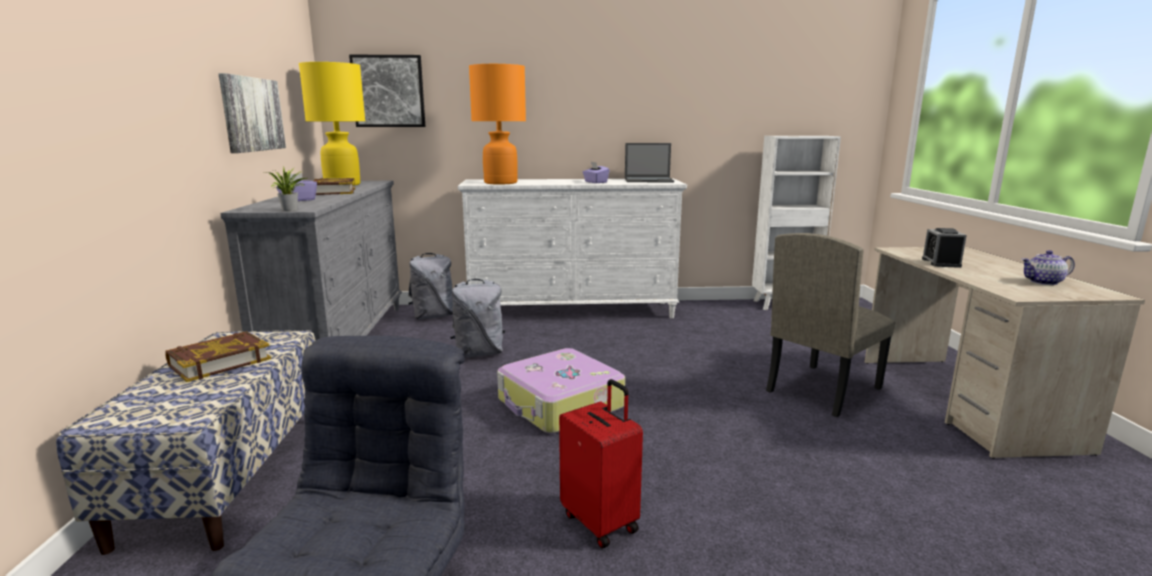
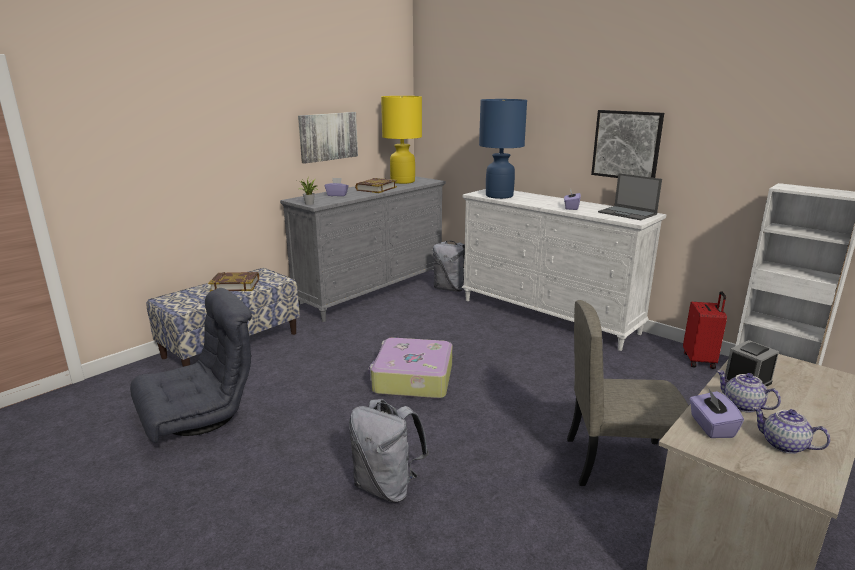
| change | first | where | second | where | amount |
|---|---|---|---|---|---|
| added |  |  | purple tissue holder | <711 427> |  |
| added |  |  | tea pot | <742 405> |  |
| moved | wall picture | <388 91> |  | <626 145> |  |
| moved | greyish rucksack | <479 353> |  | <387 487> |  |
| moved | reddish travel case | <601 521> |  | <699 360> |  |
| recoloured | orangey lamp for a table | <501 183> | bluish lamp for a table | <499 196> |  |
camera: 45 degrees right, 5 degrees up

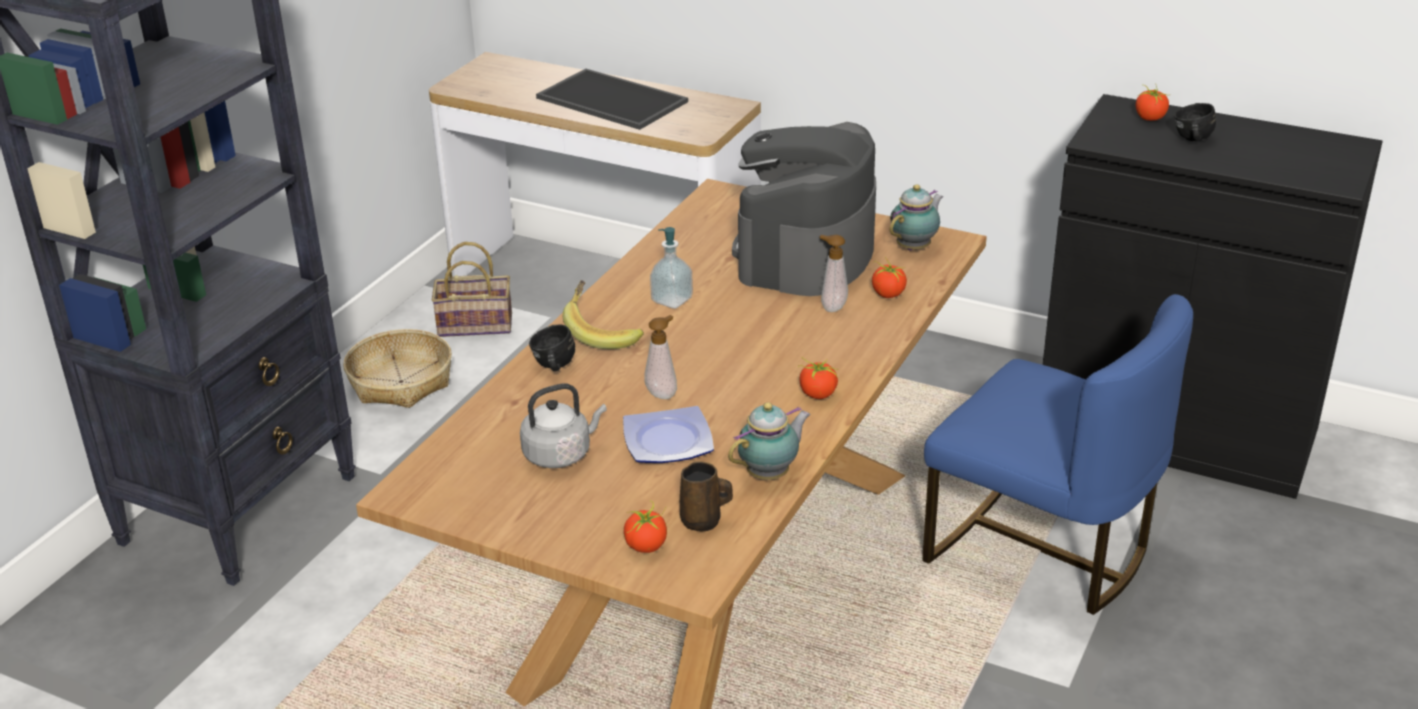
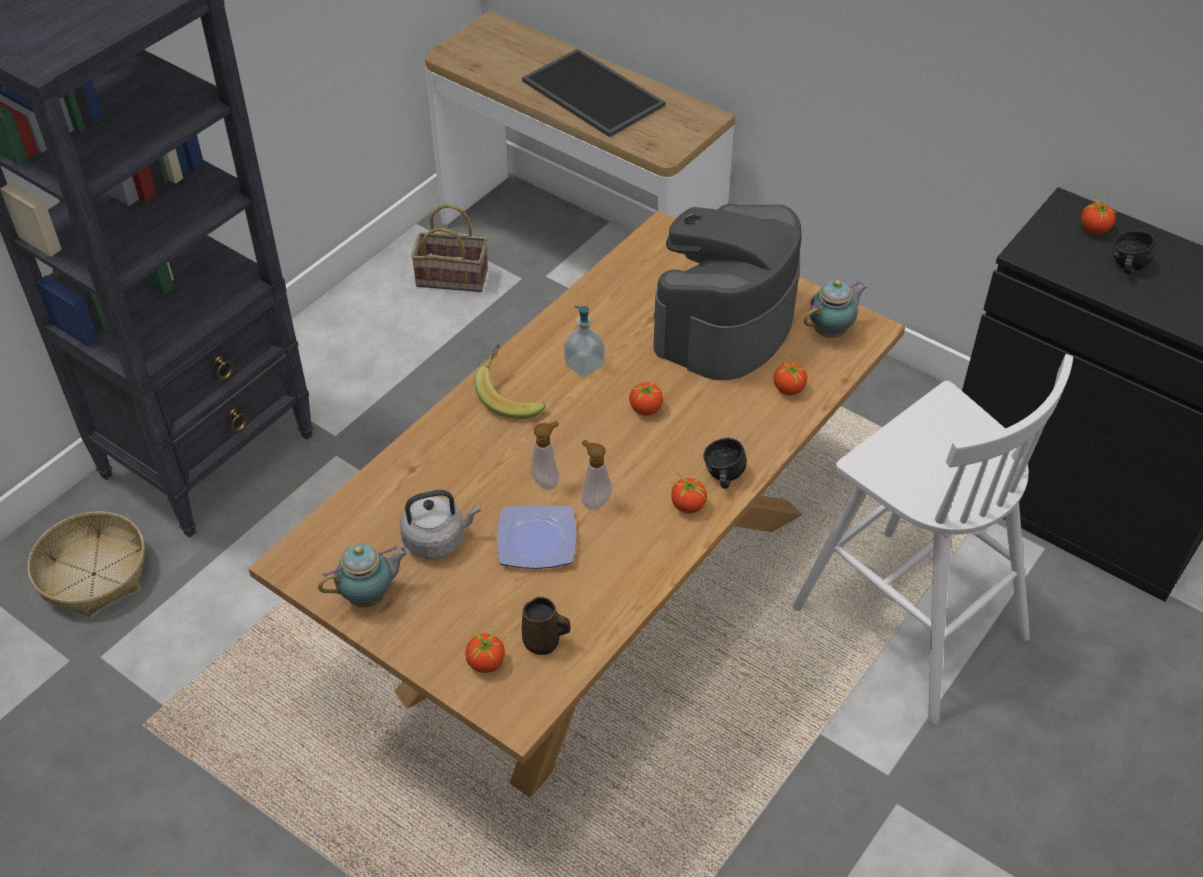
| change | first | where | second | where | amount |
|---|---|---|---|---|---|
| added |  |  | fresh tomato | <646 409> |  |
| moved | storage basket | <400 381> |  | <94 573> |  |
| moved | black coffee mug | <552 367> |  | <722 477> |  |
| moved | tea pot | <770 474> |  | <370 596> |  |
| moved | soap bottle | <831 307> |  | <594 500> |  |
| replaced | bluish upright chair | <1041 550> | whitish stool | <905 620> |  |
camera: 10 degrees right, 15 degrees up

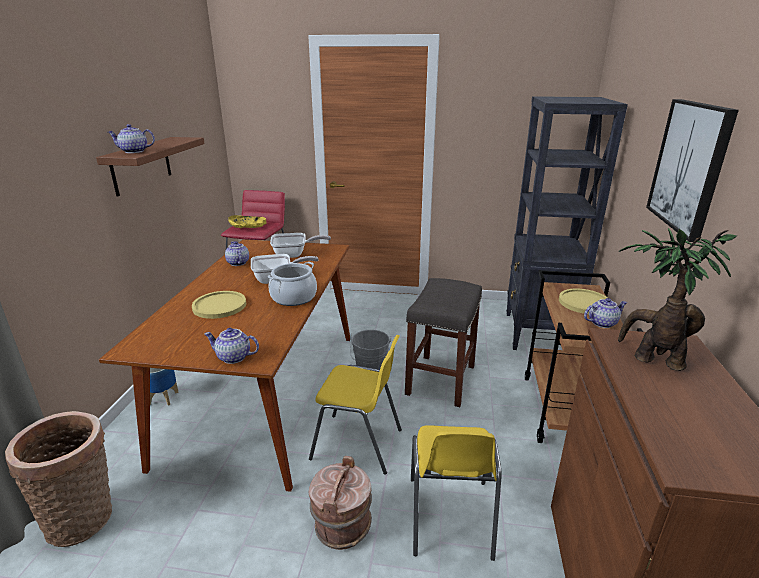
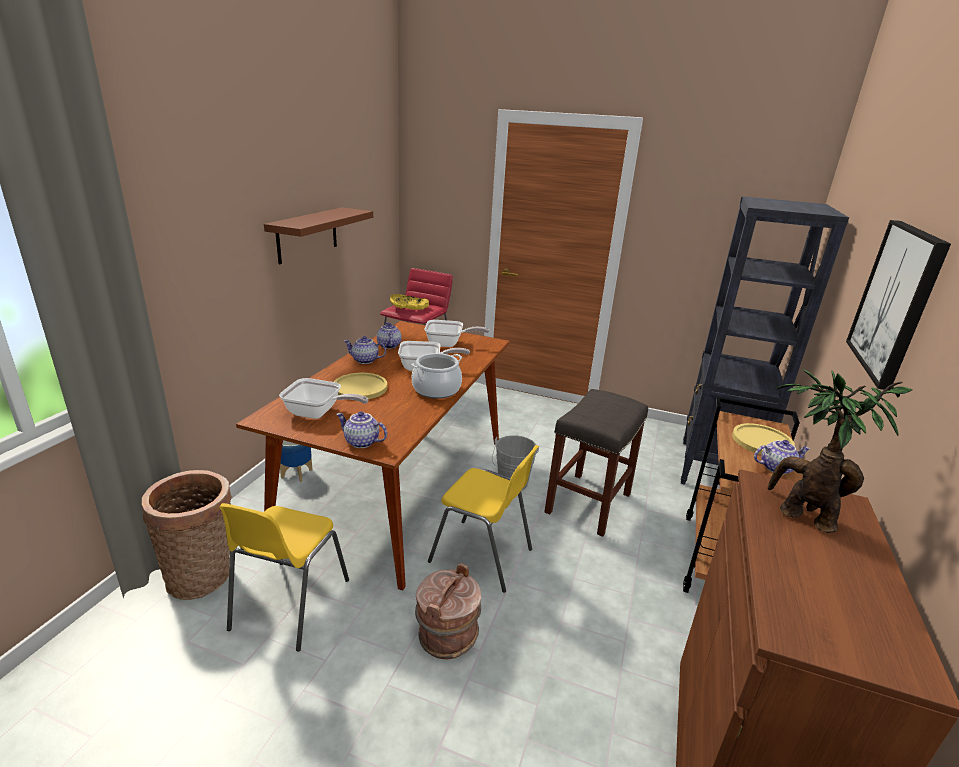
| change | first | where | second | where | amount |
|---|---|---|---|---|---|
| added |  |  | skillet | <318 413> |  |
| moved | tea pot | <134 151> |  | <364 360> |  |
| moved | yellow-coloured upright chair | <449 517> |  | <289 604> |  |
camera: 10 degrees right, 0 degrees up

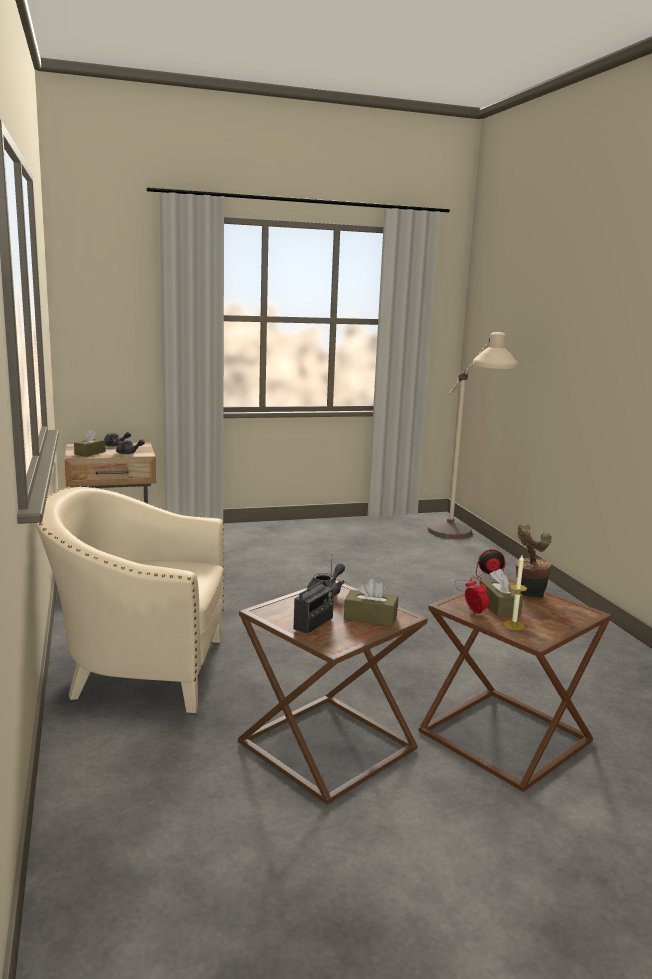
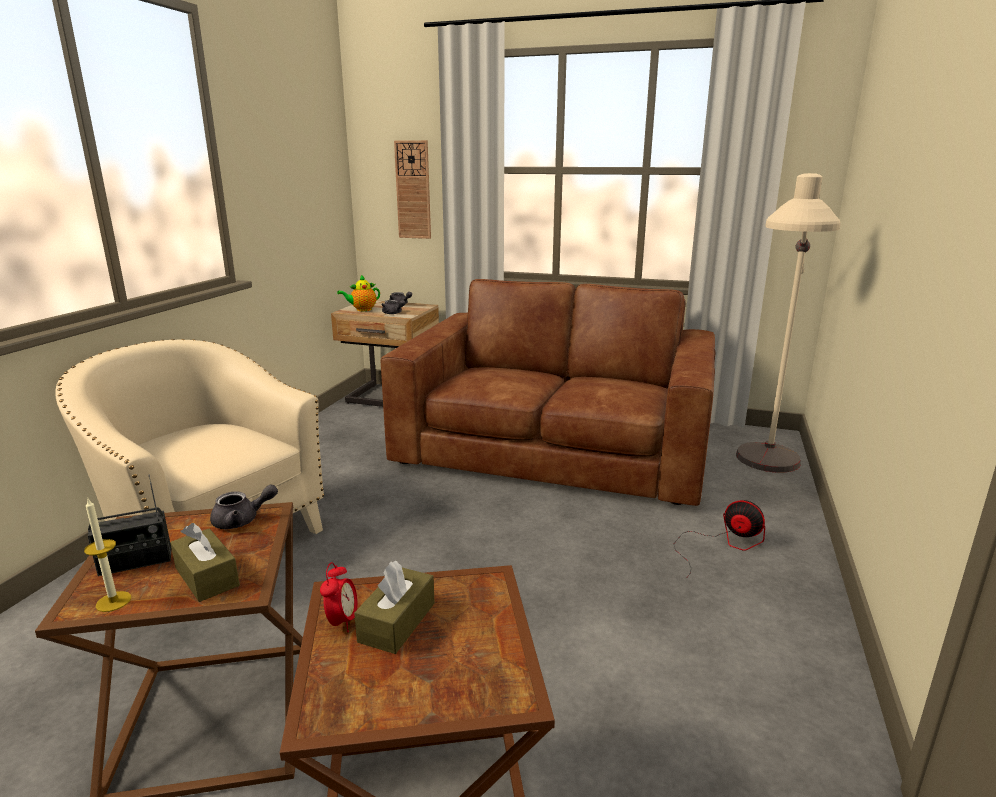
| change | first | where | second | where | amount |
|---|---|---|---|---|---|
| removed | plant in a pot | <528 594> |  |  |  |
| added |  |  | brown sofa | <556 448> |  |
| added |  |  | hanging clock | <413 190> |  |
| moved | candle | <514 625> |  | <113 601> |  |
| replaced | brown tissue holder | <90 453> | tea pot | <362 310> |  |
camera: 35 degrees right, 5 degrees up

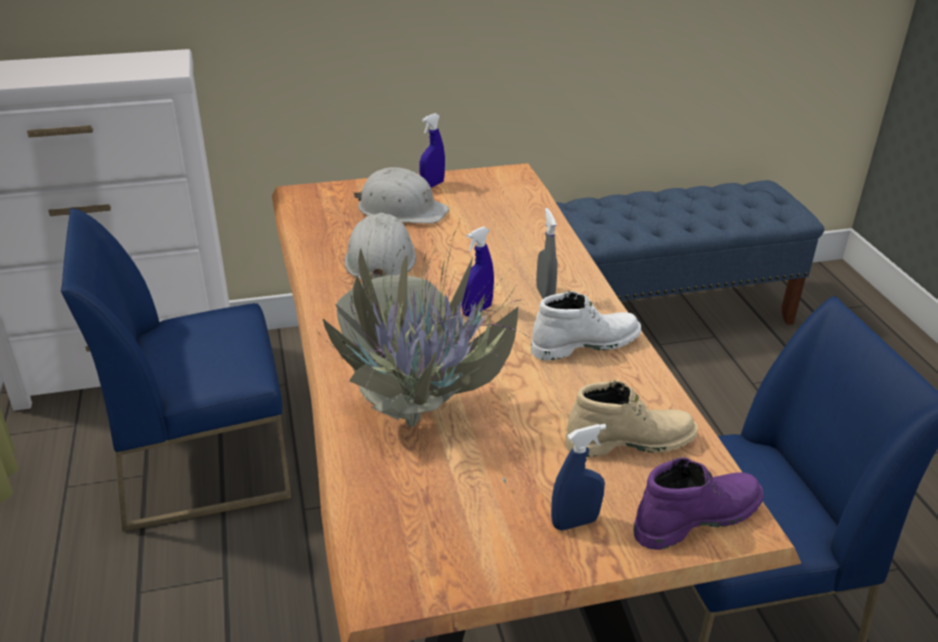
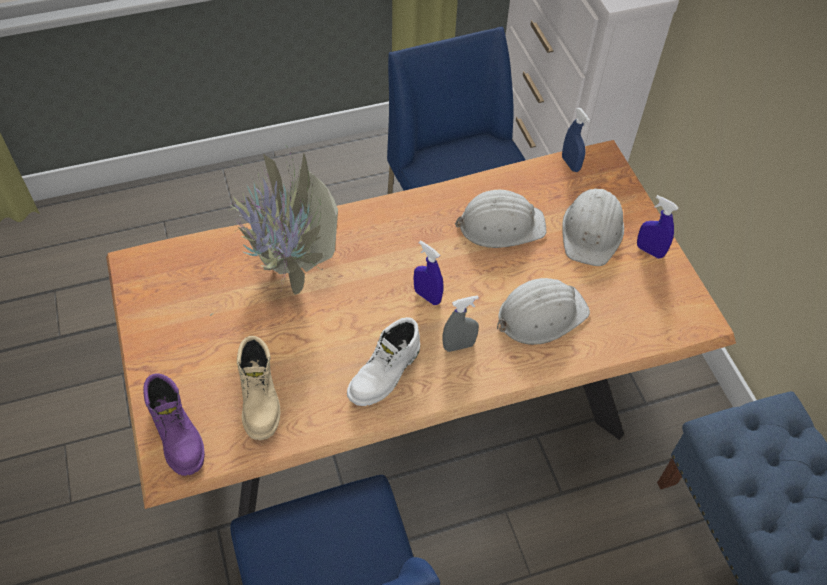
| change | first | where | second | where | amount |
|---|---|---|---|---|---|
| added |  |  | whitish hard hat | <540 314> |  |
| moved | bluish sprayer | <575 522> |  | <570 164> |  |
| turned | whitish tall boot | <584 343> |  | <386 374> | 60 degrees clockwise |
camera: 85 degrees right, 20 degrees up

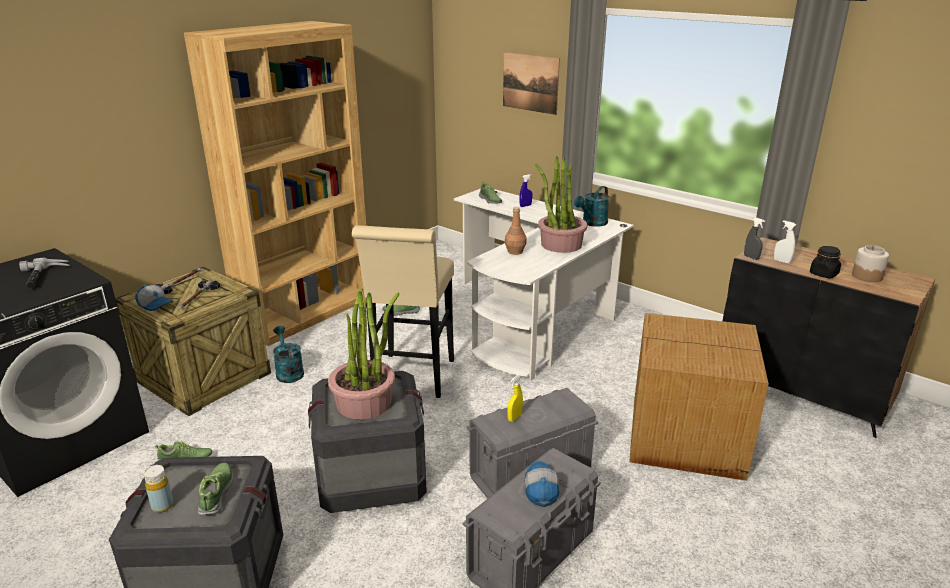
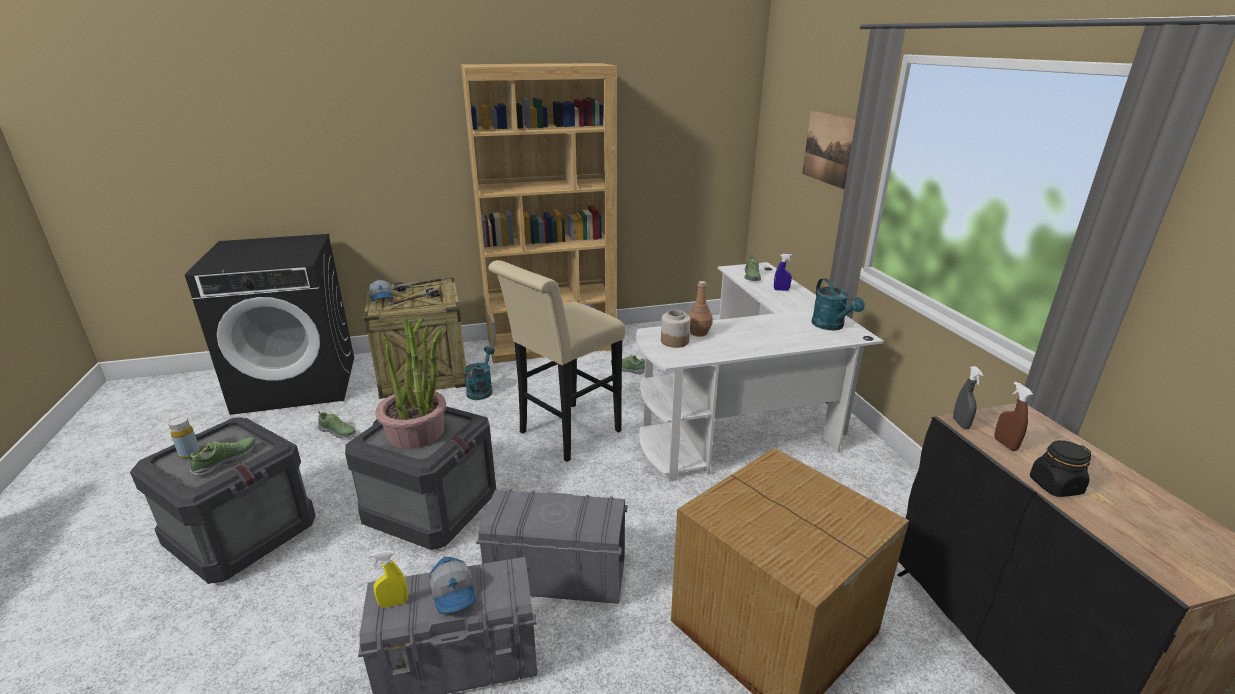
| change | first | where | second | where | amount |
|---|---|---|---|---|---|
| removed | hand hammer | <43 277> |  |  |  |
| removed | plant in a pot | <560 245> |  |  |  |
| moved | yellow-coloured sprayer | <514 418> |  | <393 603> |  |
| moved | preserve jar | <866 276> |  | <675 341> |  |
| recoloured | whitish sprayer | <781 261> | brown sprayer | <1005 444> |  |
| turned | cap | <540 489> |  | <454 593> | 120 degrees clockwise |
| turned | turquoise-coloured watering can | <592 223> |  | <831 326> | 90 degrees counterclockwise |
camera: 35 degrees right, 0 degrees up

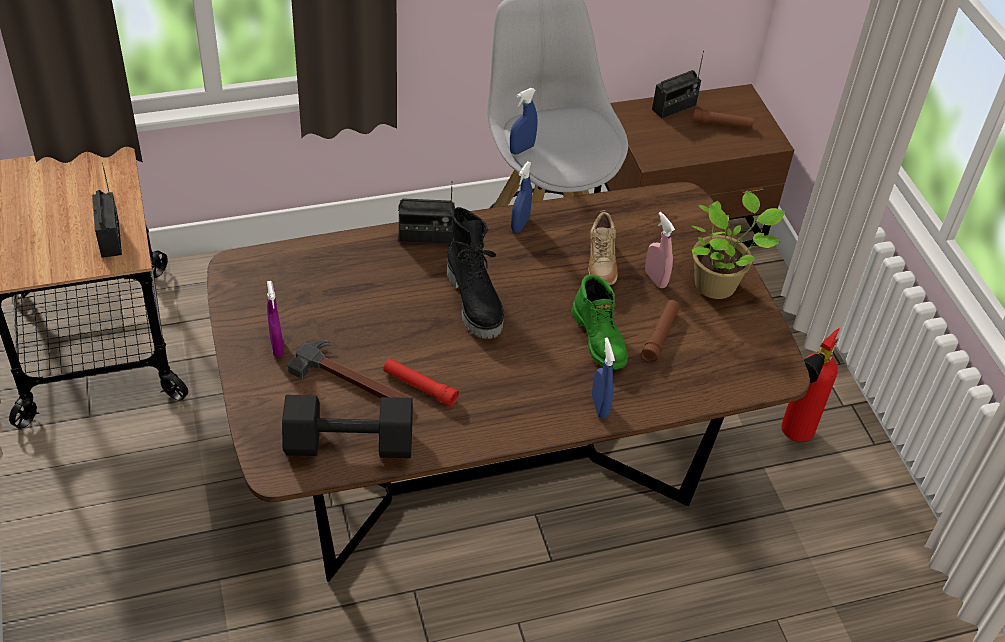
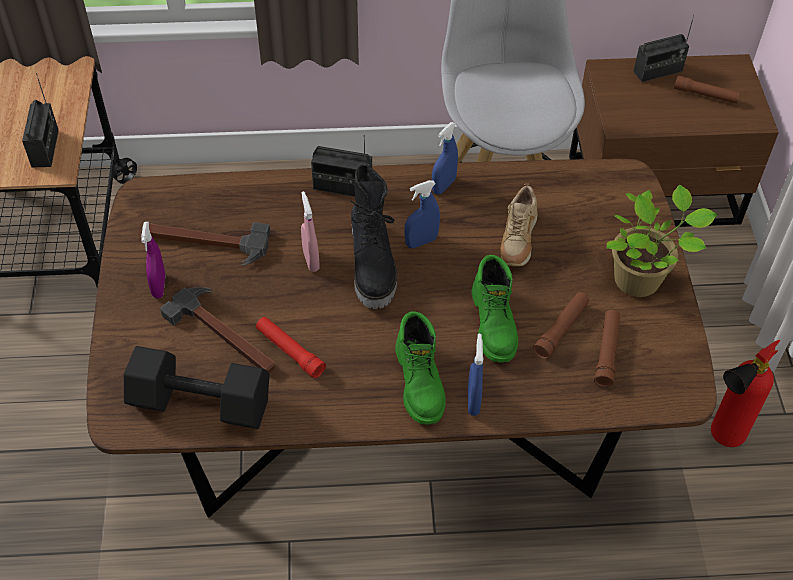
| change | first | where | second | where | amount |
|---|---|---|---|---|---|
| added |  |  | hand hammer | <205 242> |  |
| added |  |  | green tall boot | <420 382> |  |
| added |  |  | brown flashlight | <607 352> |  |
| moved | bluish sprayer | <522 149> |  | <421 242> |  |
| moved | pink-coloured sprayer | <655 279> |  | <311 260> |  |
camera: 15 degrees right, 5 degrees up

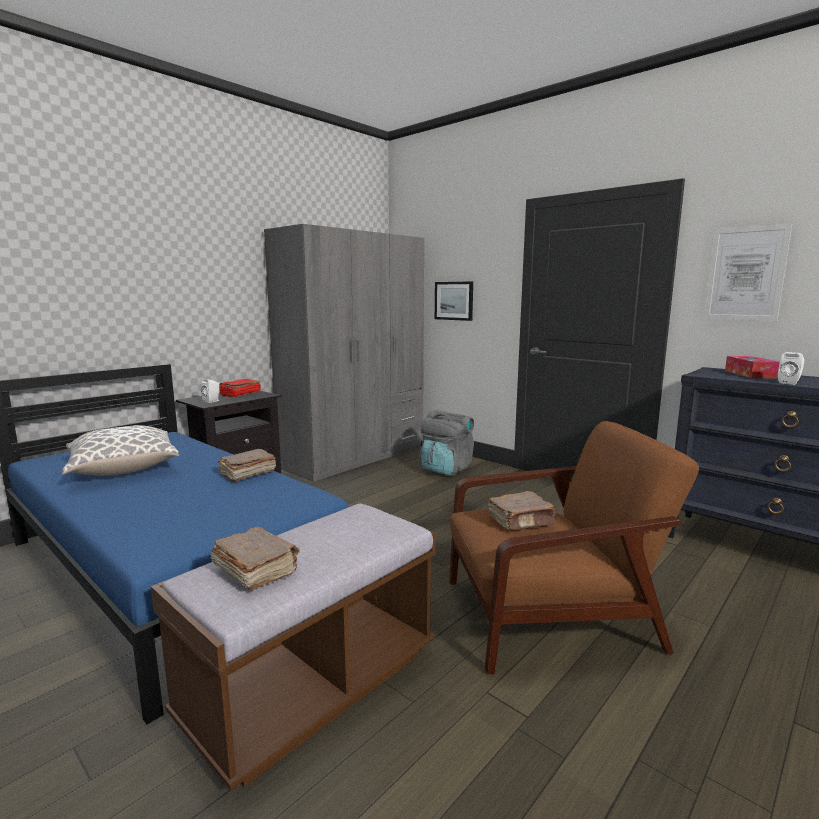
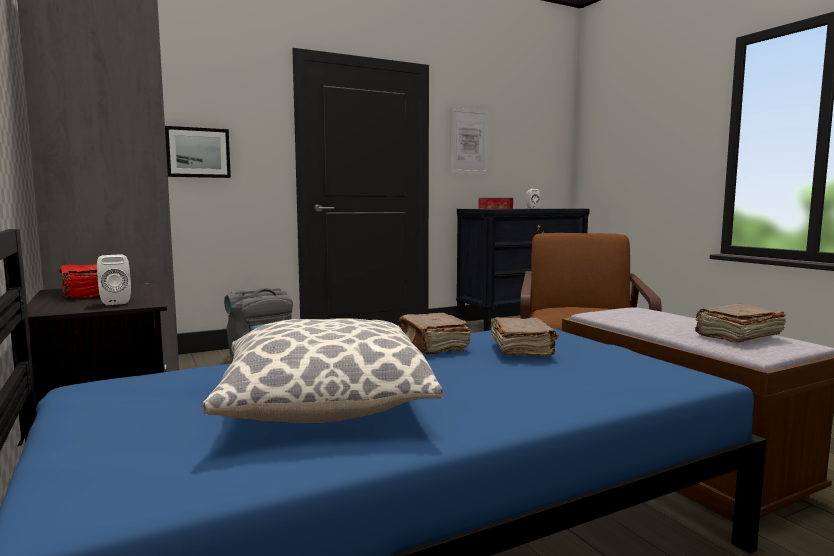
| change | first | where | second | where | amount |
|---|---|---|---|---|---|
| moved | brown book | <521 521> |  | <522 350> |  |
camera: 70 degrees left, 5 degrees down

